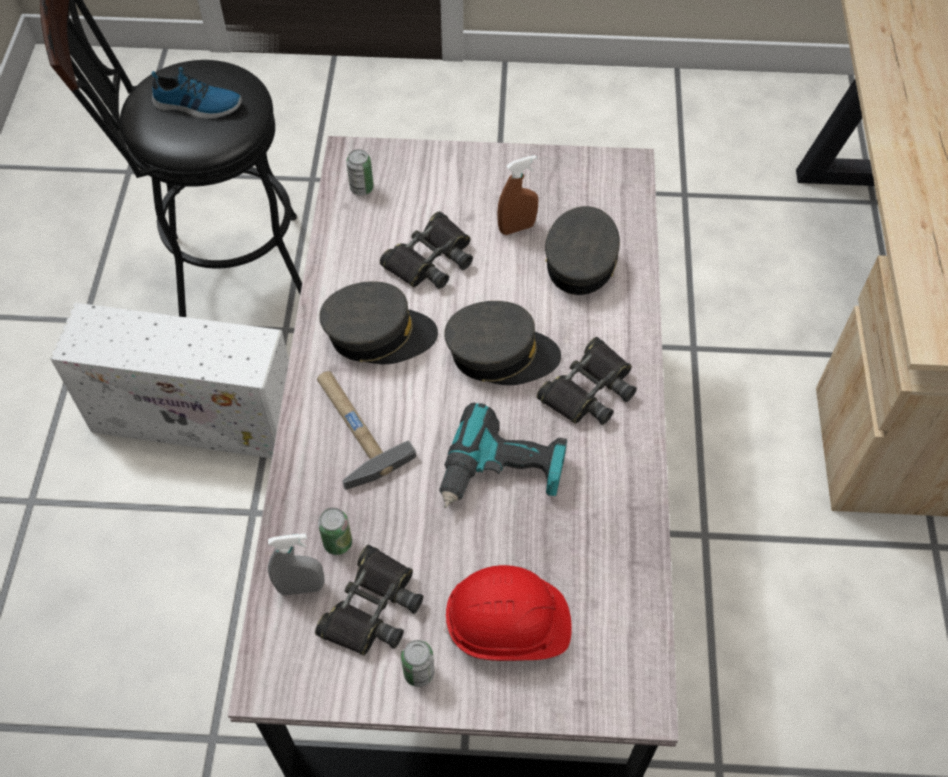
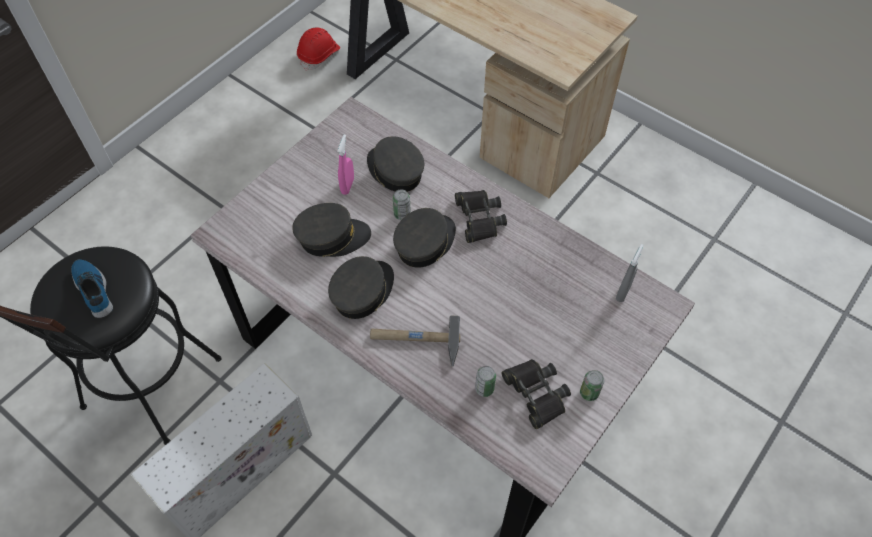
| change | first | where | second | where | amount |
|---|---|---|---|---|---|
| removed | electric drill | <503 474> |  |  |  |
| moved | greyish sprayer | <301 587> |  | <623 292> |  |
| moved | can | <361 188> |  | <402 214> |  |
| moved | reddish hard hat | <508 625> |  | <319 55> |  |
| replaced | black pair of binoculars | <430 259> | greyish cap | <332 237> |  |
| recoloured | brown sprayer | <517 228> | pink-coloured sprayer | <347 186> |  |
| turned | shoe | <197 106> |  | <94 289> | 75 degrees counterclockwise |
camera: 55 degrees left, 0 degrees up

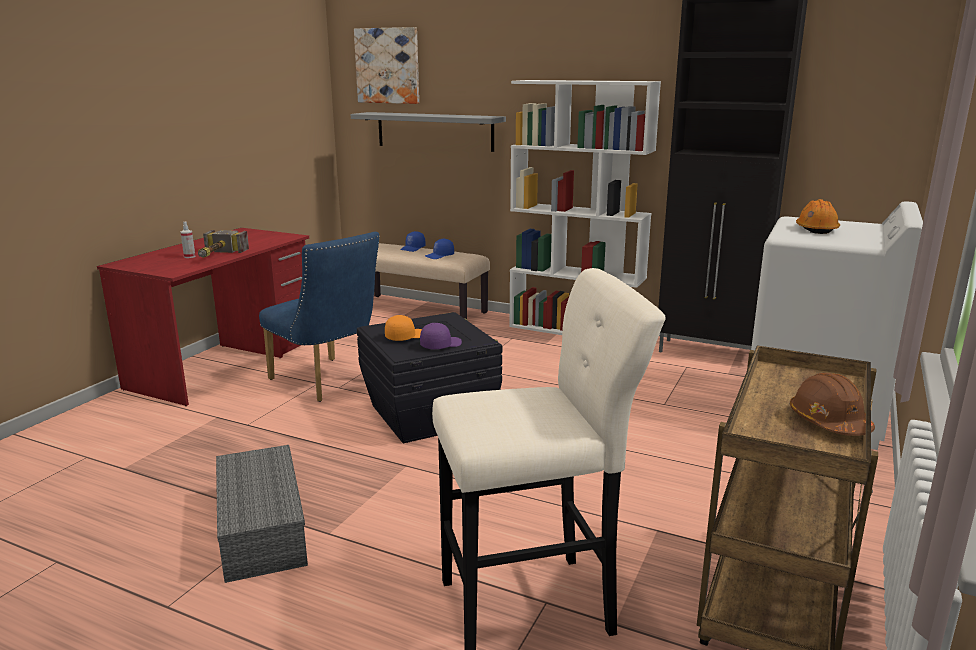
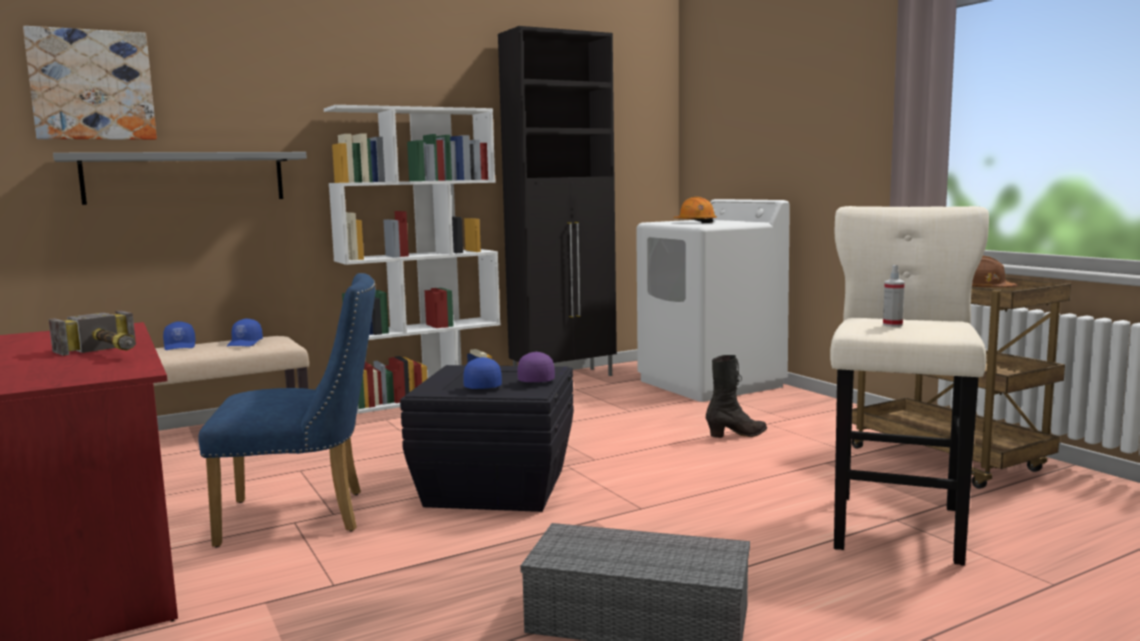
| change | first | where | second | where | amount |
|---|---|---|---|---|---|
| added |  |  | black tall boot | <737 435> |  |
| moved | sprayer | <189 256> |  | <892 325> |  |
| recoloured | orangey cap | <405 336> | bluish cap | <481 386> |  |
camera: 55 degrees left, 10 degrees down

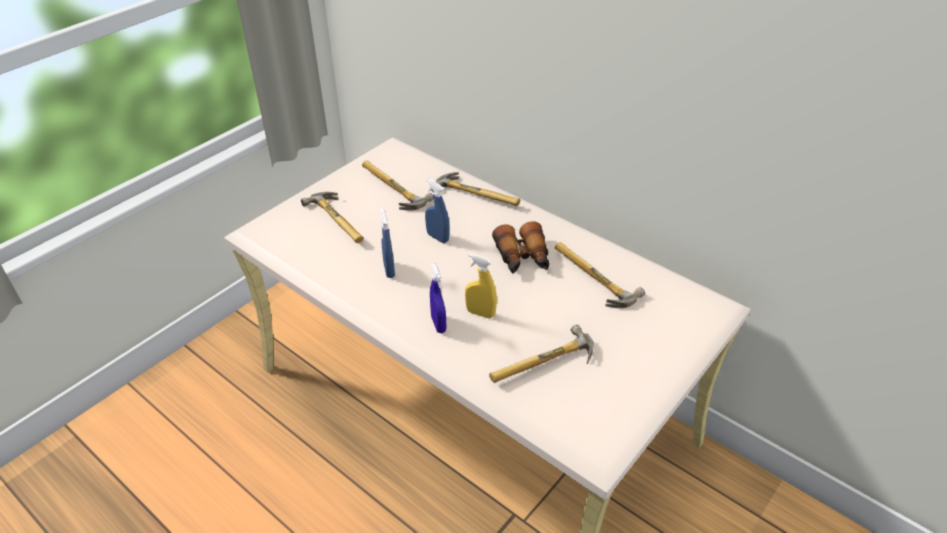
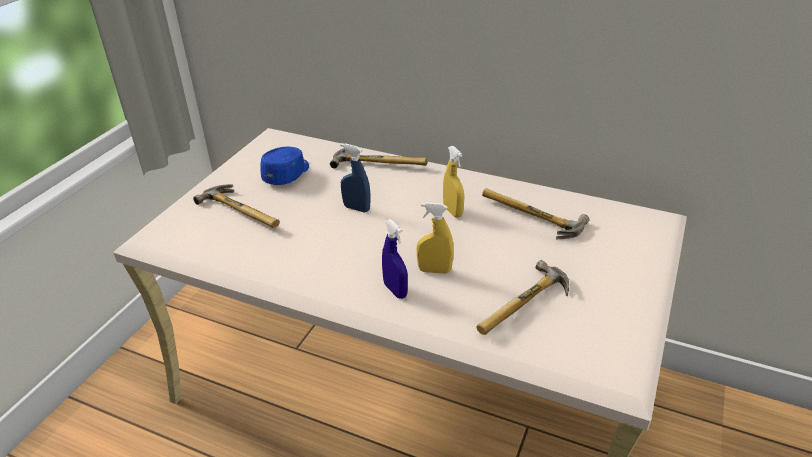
| change | first | where | second | where | amount |
|---|---|---|---|---|---|
| removed | bluish sprayer | <389 270> |  |  |  |
| replaced | hand hammer | <390 190> | bluish cap | <287 174> |  |
| replaced | pair of binoculars | <523 258> | yellow-coloured sprayer | <453 211> |  |
camera: 15 degrees left, 5 degrees down

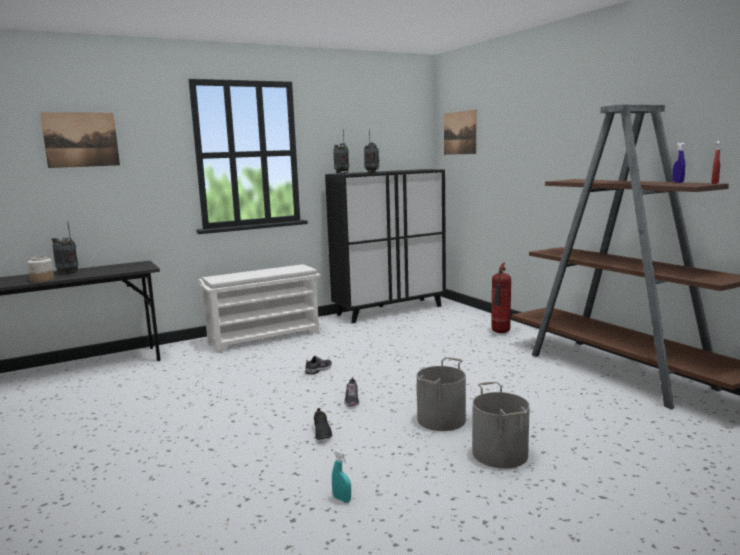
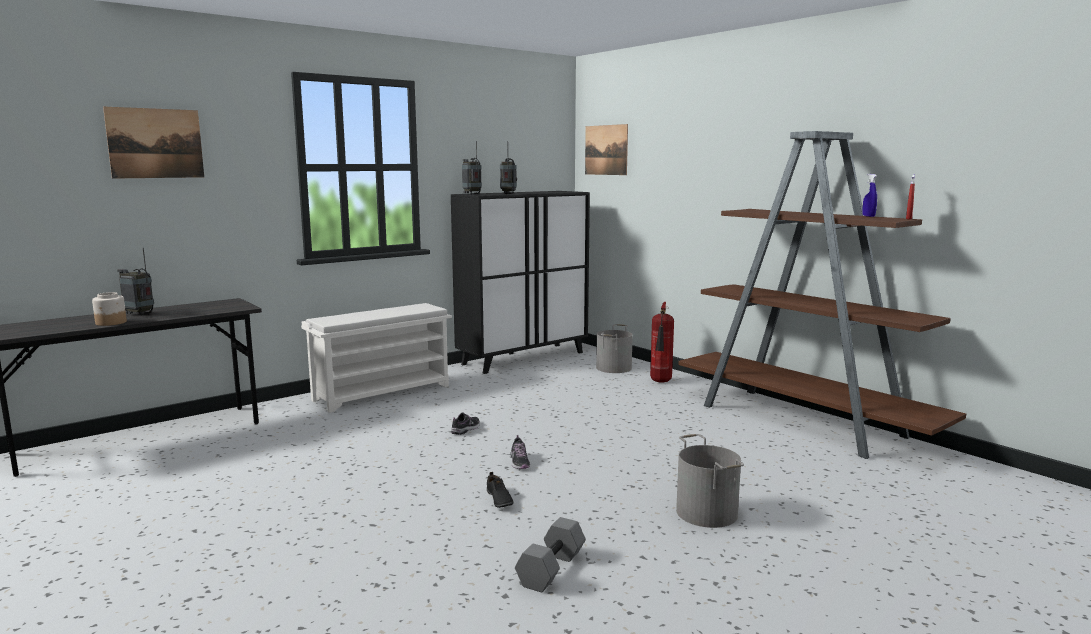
| change | first | where | second | where | amount |
|---|---|---|---|---|---|
| moved | greyish pail | <442 420> |  | <614 368> |  |
| replaced | turquoise-coloured sprayer | <342 499> | greyish free weight | <552 570> |  |
camera: 10 degrees left, 0 degrees up

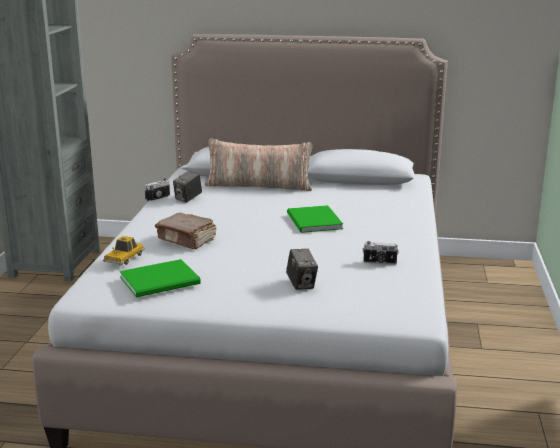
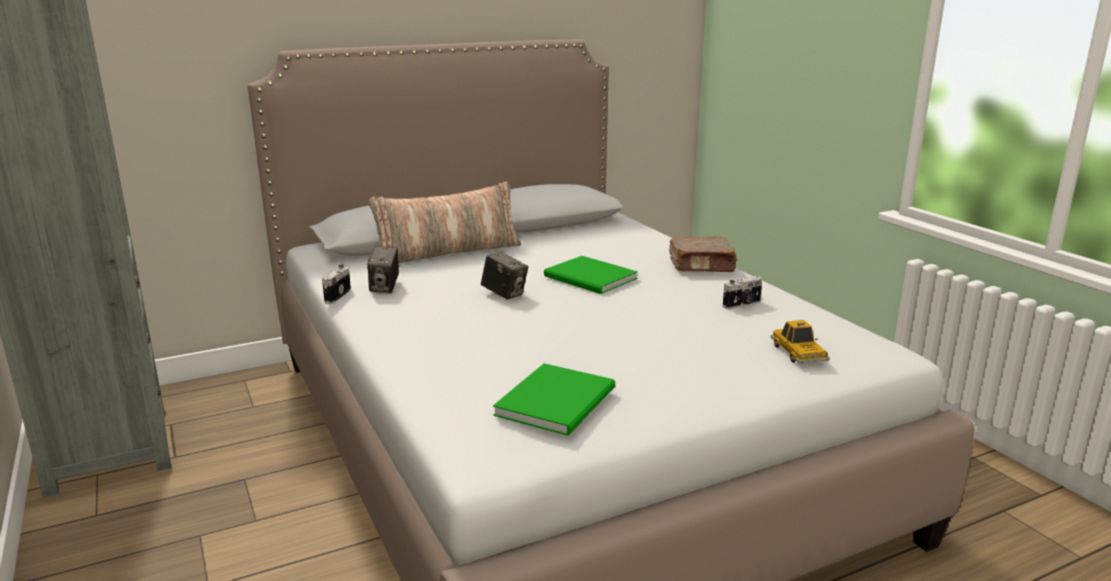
| change | first | where | second | where | amount |
|---|---|---|---|---|---|
| moved | toy car | <124 258> |  | <798 353> |  |
| moved | brown book | <187 240> |  | <702 266> |  |
| moved | still camera | <301 284> |  | <504 294> |  |
camera: 35 degrees left, 0 degrees up

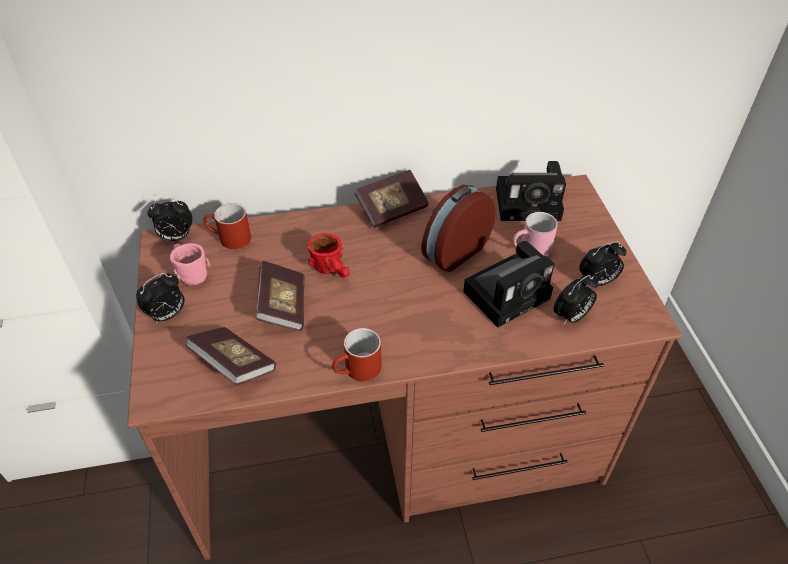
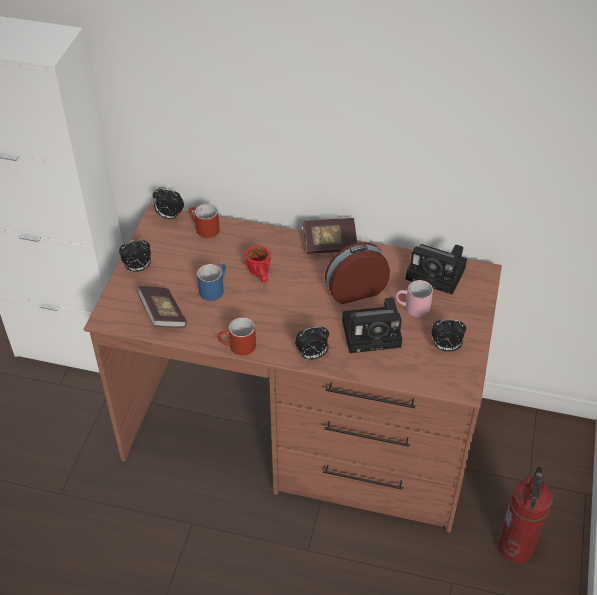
| change | first | where | second | where | amount |
|---|---|---|---|---|---|
| removed | pink-coloured coffee mug | <188 272> |  |  |  |
| added |  |  | fire-fighting cylinder | <516 547> |  |
| moved | alarm clock | <571 317> |  | <312 355> |  |
| replaced | book | <283 306> | bluish coffee mug | <214 288> |  |
camera: 25 degrees right, 0 degrees up

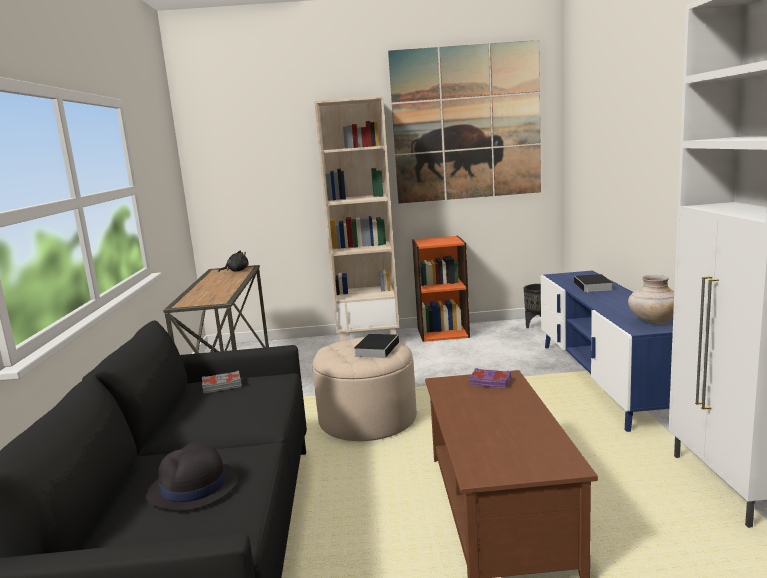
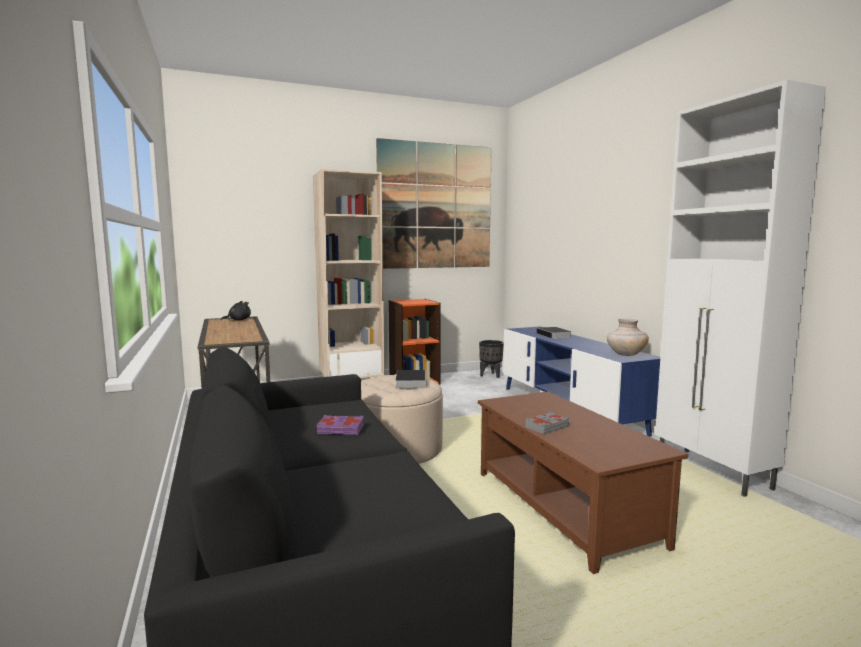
| change | first | where | second | where | amount |
|---|---|---|---|---|---|
| removed | black hat | <193 488> |  |  |  |
| moved | greyish book | <222 385> |  | <546 426> |  |
| moved | purple book | <490 382> |  | <340 429> |  |
camera: 20 degrees left, 5 degrees down

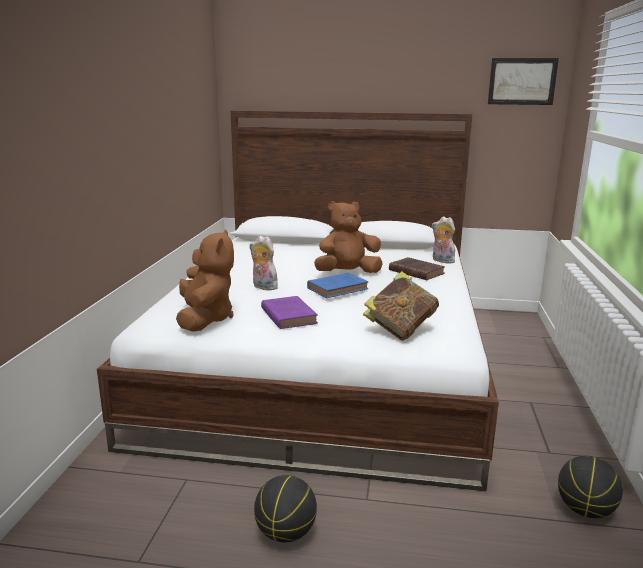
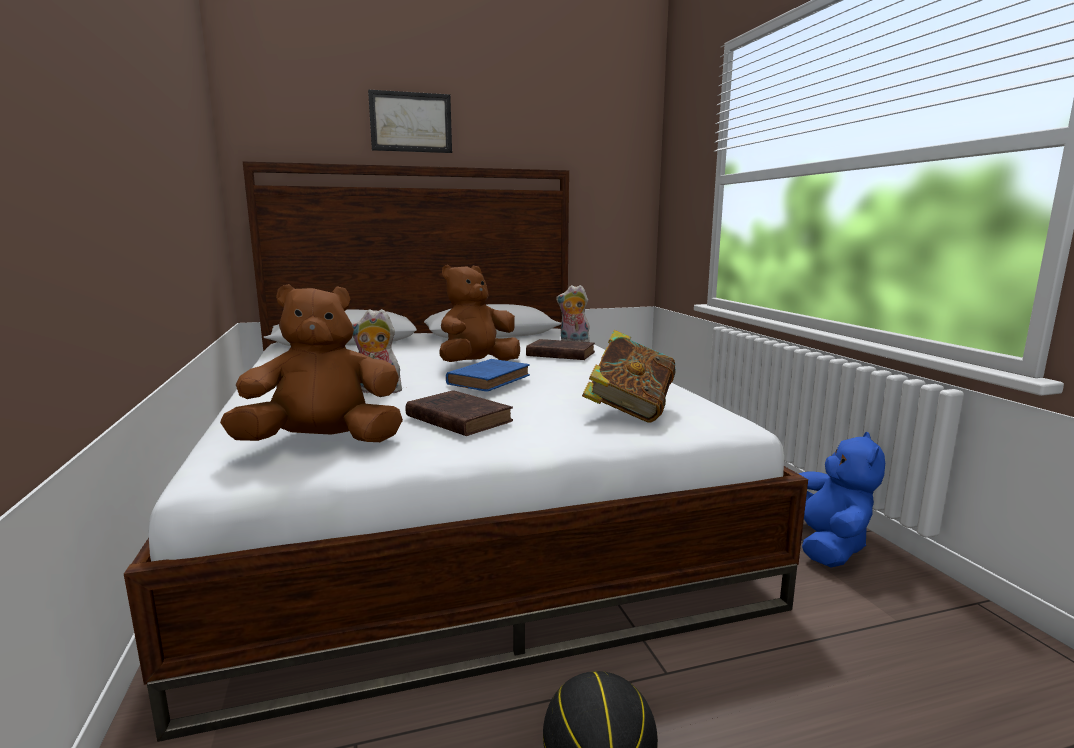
| change | first | where | second | where | amount |
|---|---|---|---|---|---|
| removed | basketball ball | <584 510> |  |  |  |
| added |  |  | bluish soft toy | <826 545> |  |
| moved | wall picture | <522 81> |  | <411 122> |  |
| recoloured | purple book | <288 315> | brown book | <457 418> |  |
| turned | brown soft toy | <205 319> |  | <323 443> | 75 degrees counterclockwise |
camera: 25 degrees left, 5 degrees down

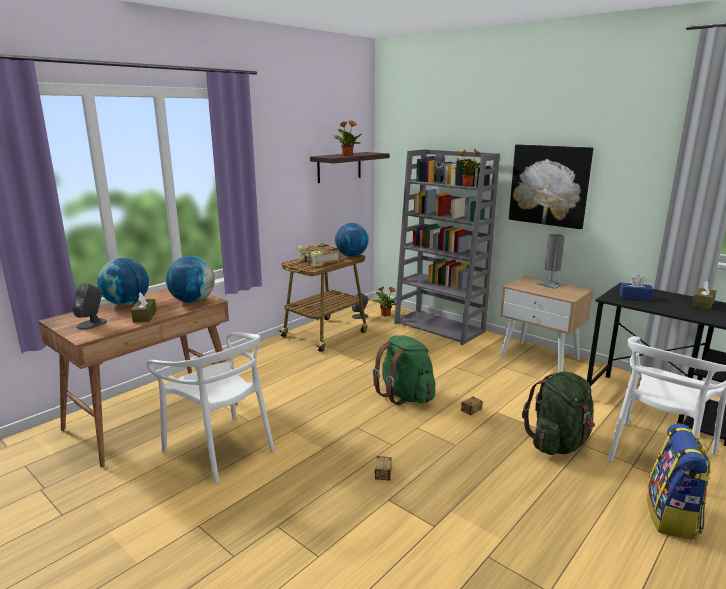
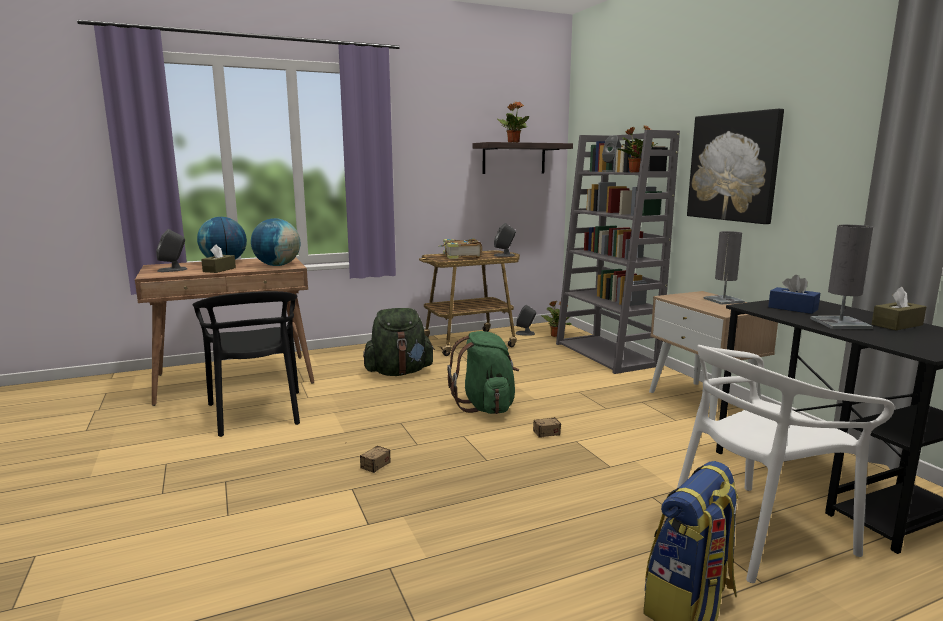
| change | first | where | second | where | amount |
|---|---|---|---|---|---|
| added |  |  | greyish lamp for a table | <840 323> |  |
| moved | green rucksack | <558 443> |  | <399 372> |  |
| replaced | globe | <352 256> | greyish audio speaker | <504 255> |  |
| recoloured | whitish upright chair | <220 448> | black upright chair | <257 412> |  |
camera: 25 degrees right, 5 degrees down

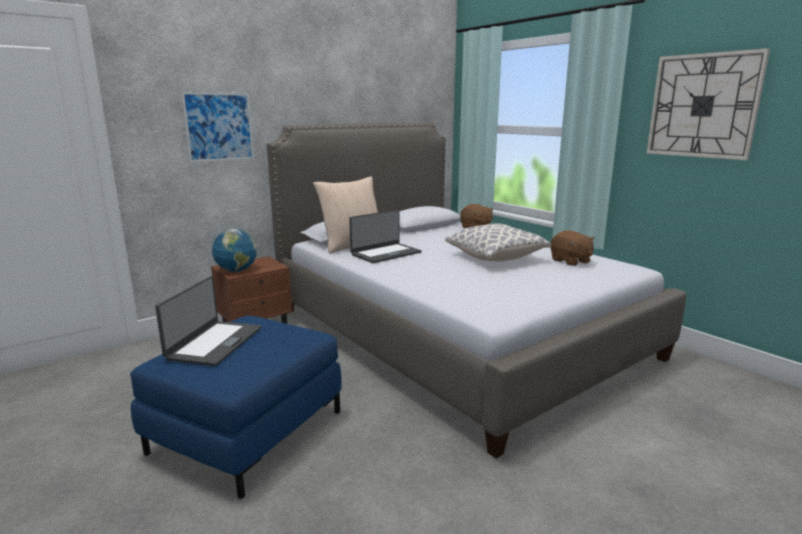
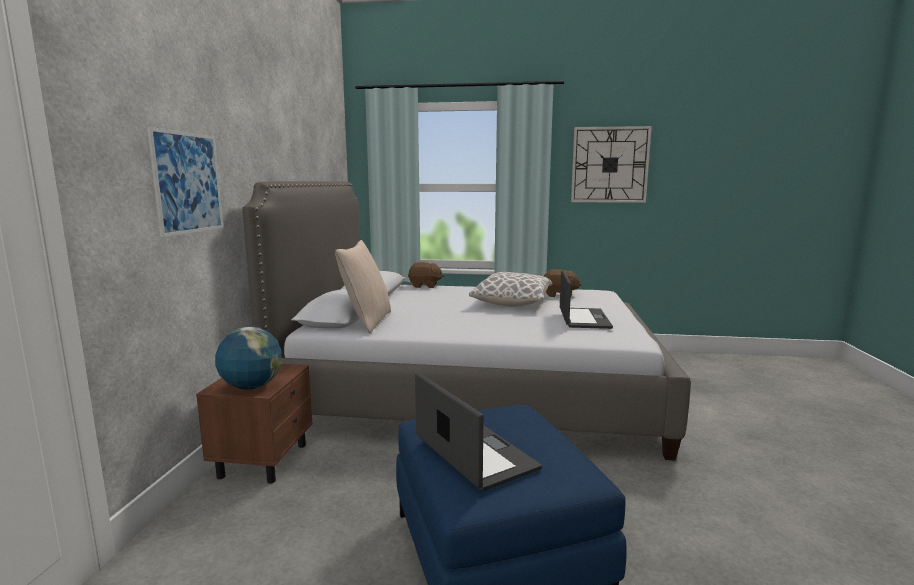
| change | first | where | second | where | amount |
|---|---|---|---|---|---|
| moved | portable computer | <385 253> |  | <583 318> |  |
camera: 45 degrees left, 5 degrees down

